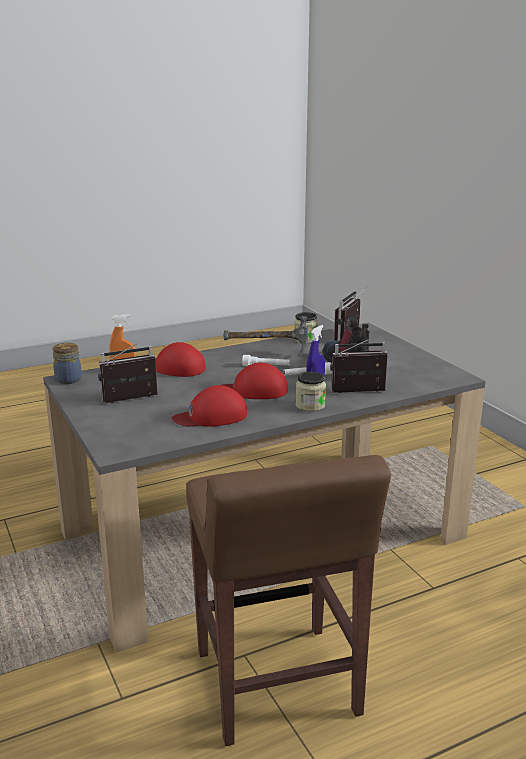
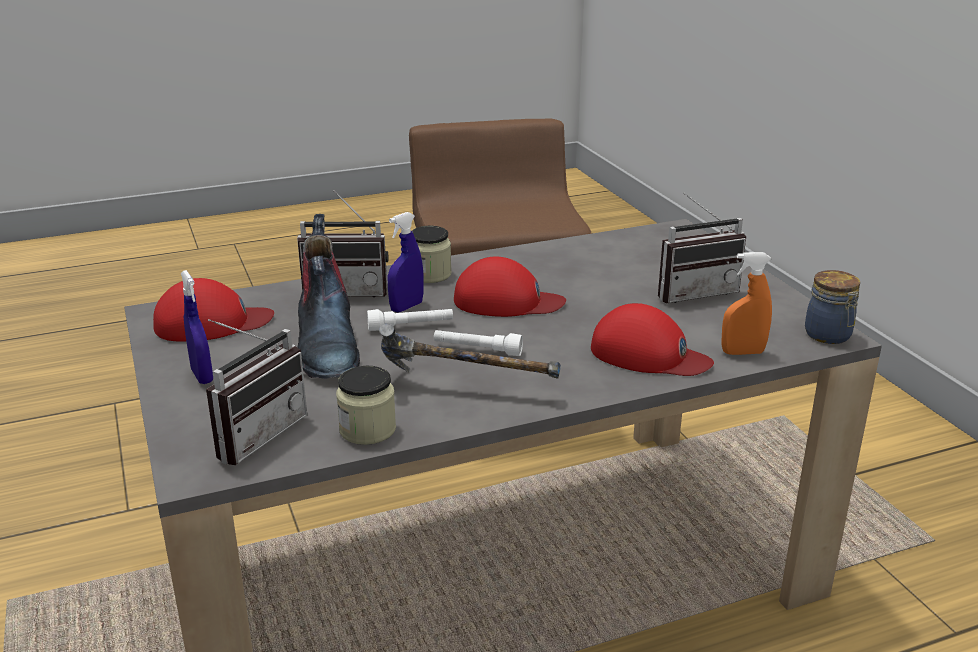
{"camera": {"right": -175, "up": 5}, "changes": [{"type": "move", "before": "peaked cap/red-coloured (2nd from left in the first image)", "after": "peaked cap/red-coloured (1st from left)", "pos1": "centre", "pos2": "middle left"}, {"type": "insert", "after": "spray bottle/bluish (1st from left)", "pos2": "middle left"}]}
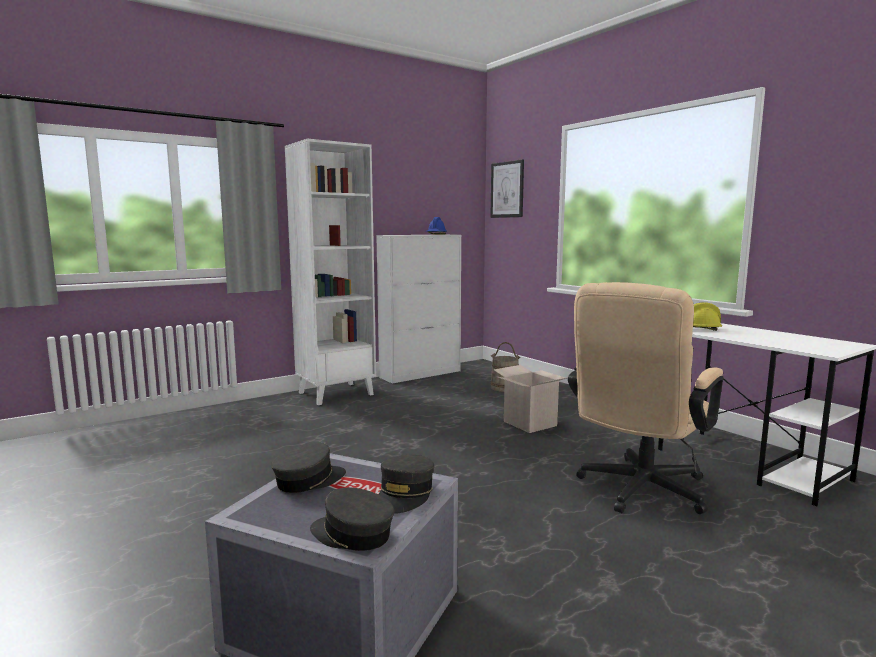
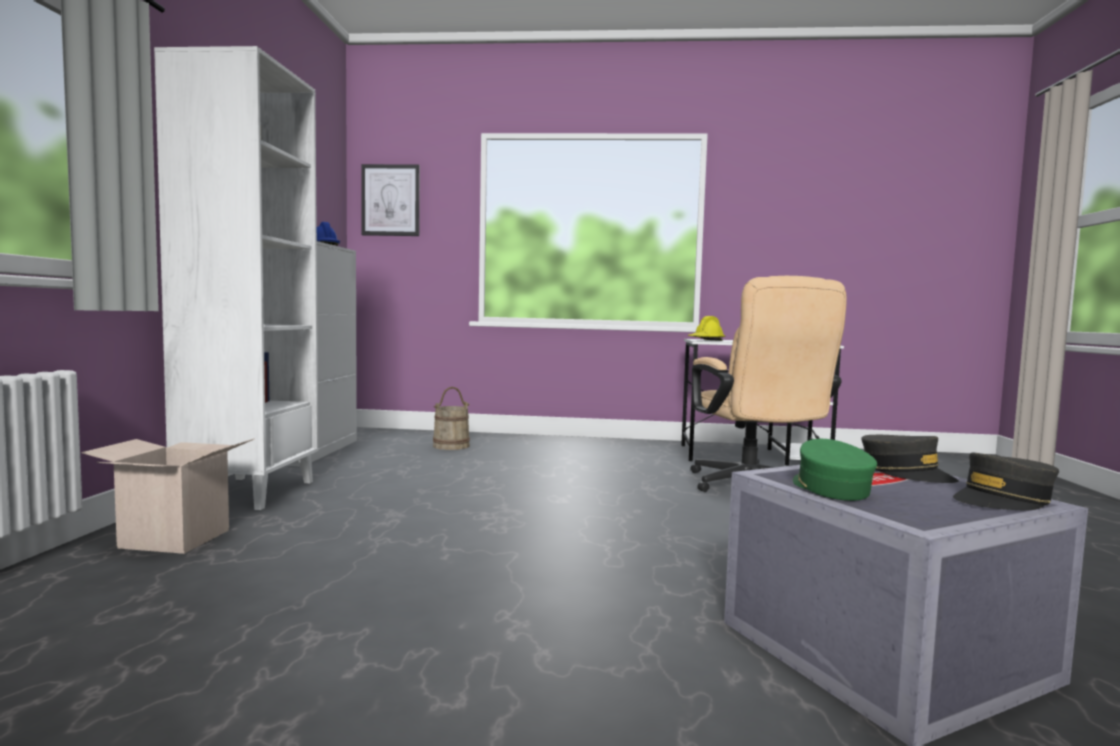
{"camera": {"right": -50, "up": -5}, "changes": [{"type": "recolor", "before": "peaked cap/gray (1st from left)", "after": "peaked cap/greenish", "pos1": "bottom centre", "pos2": "middle right"}, {"type": "move", "before": "packing box", "pos1": "centre", "pos2": "middle left"}]}
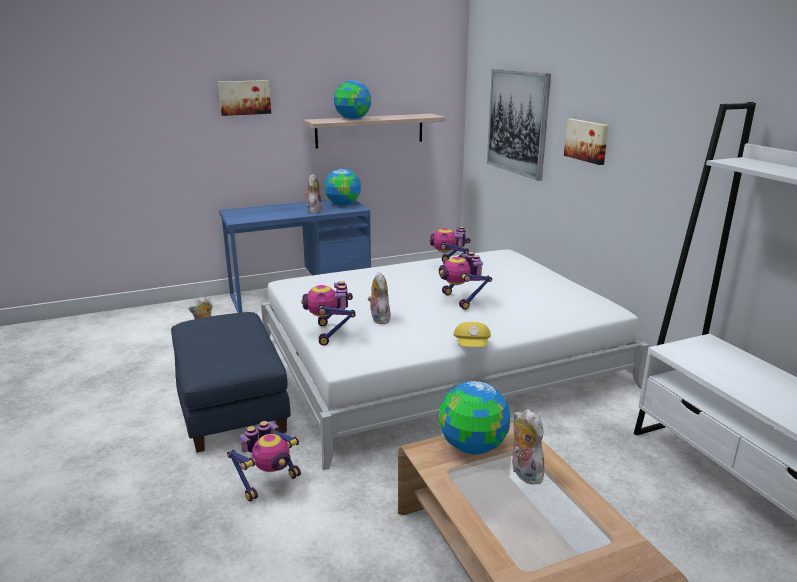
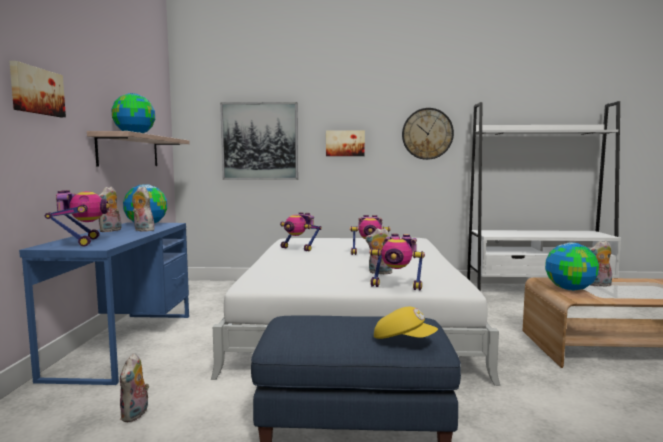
{"camera": {"right": -65, "up": -15}, "changes": [{"type": "move", "before": "toy robot (1st from left)", "pos1": "bottom left", "pos2": "middle left"}, {"type": "move", "before": "peaked cap/yellow-coloured", "pos1": "centre", "pos2": "bottom centre"}, {"type": "insert", "after": "plush toy (1st from left)", "pos2": "middle left"}, {"type": "insert", "after": "hanging clock", "pos2": "top centre"}]}
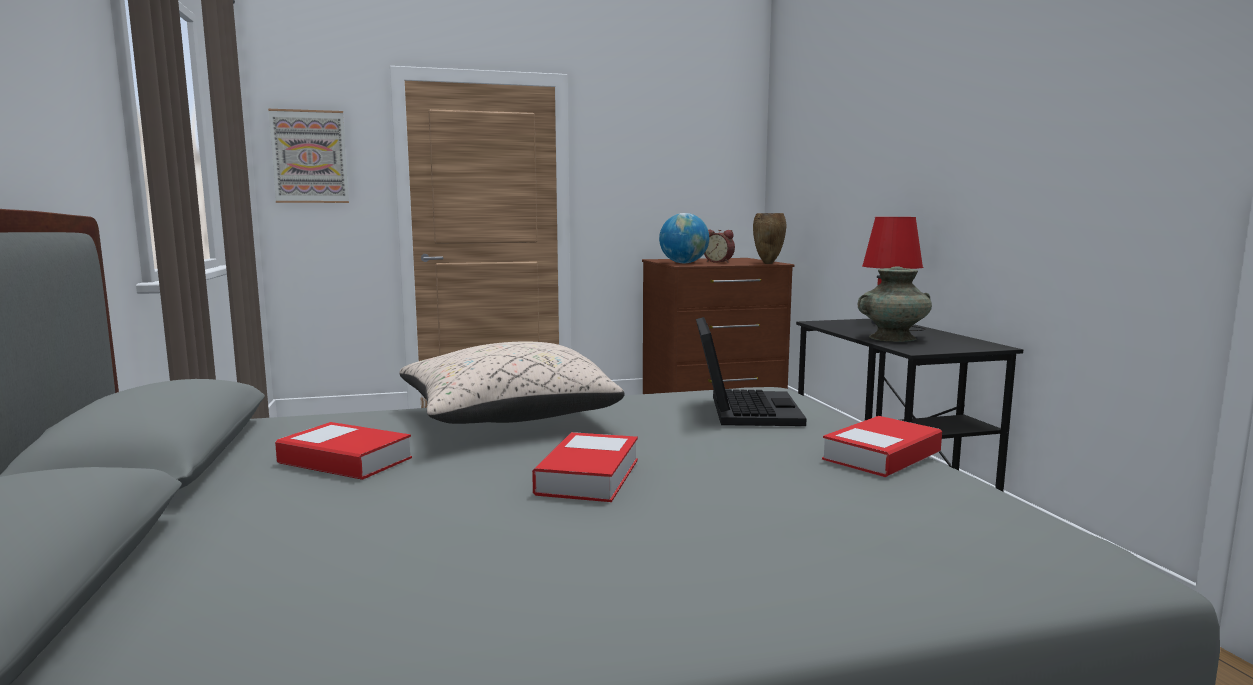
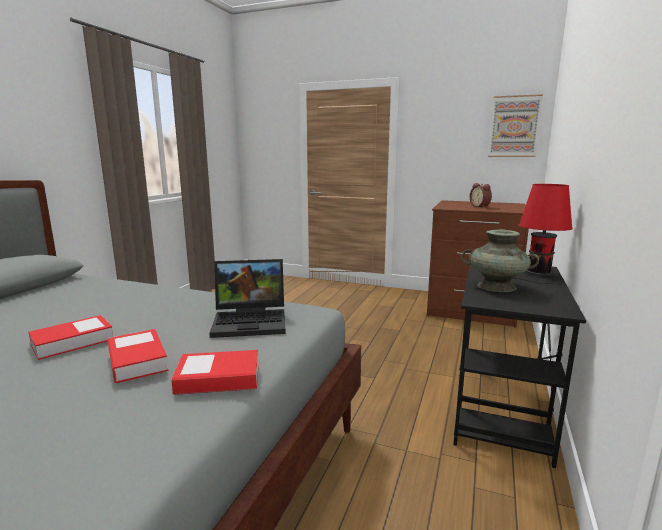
{"camera": {"right": 35, "up": 5}, "changes": [{"type": "move", "before": "wall picture", "pos1": "top left", "pos2": "top right"}, {"type": "move", "before": "book (1st from left in the first image)", "after": "book (2nd from left)", "pos1": "middle left", "pos2": "bottom left"}, {"type": "delete", "before": "pillow/beige", "pos1": "centre"}, {"type": "delete", "before": "globe", "pos1": "centre"}, {"type": "rotate", "before": "laptop", "pos1": "centre", "pos2": "centre", "turn": 45}, {"type": "delete", "before": "decorative vase/brown", "pos1": "centre"}]}
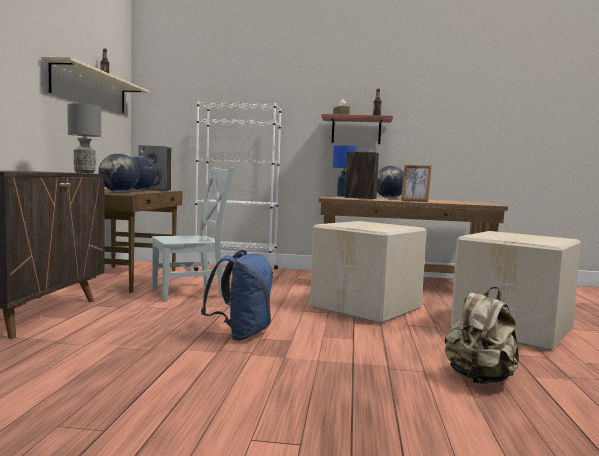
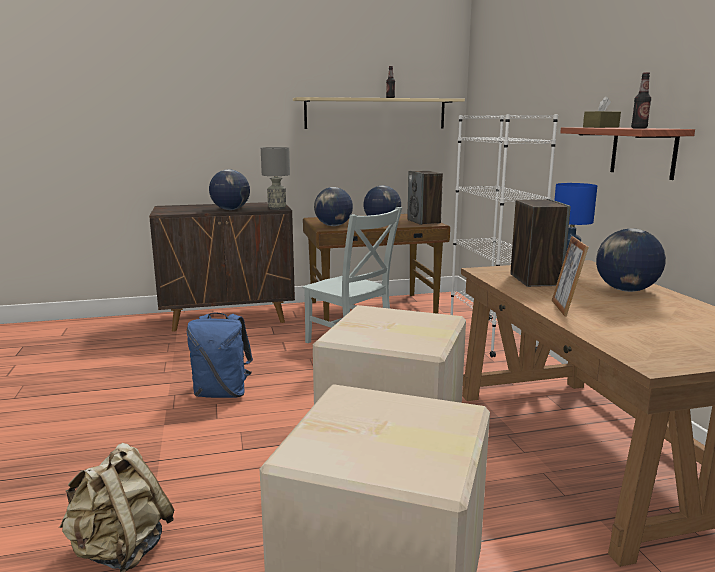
{"camera": {"right": 70, "up": 10}, "changes": [{"type": "insert", "after": "globe (1st from left)", "pos2": "top left"}]}
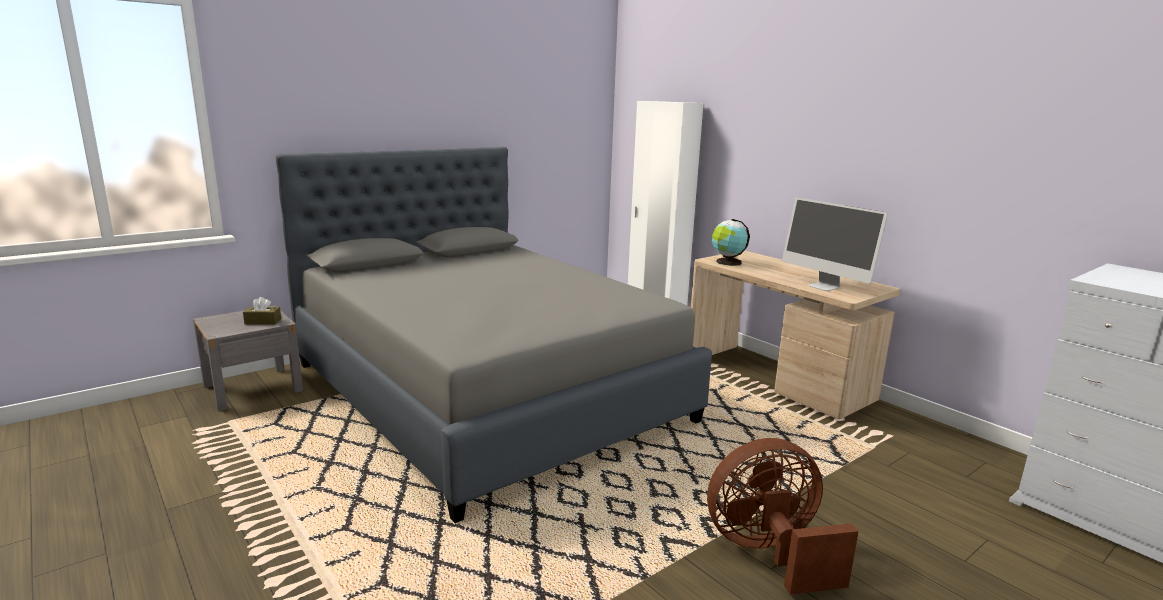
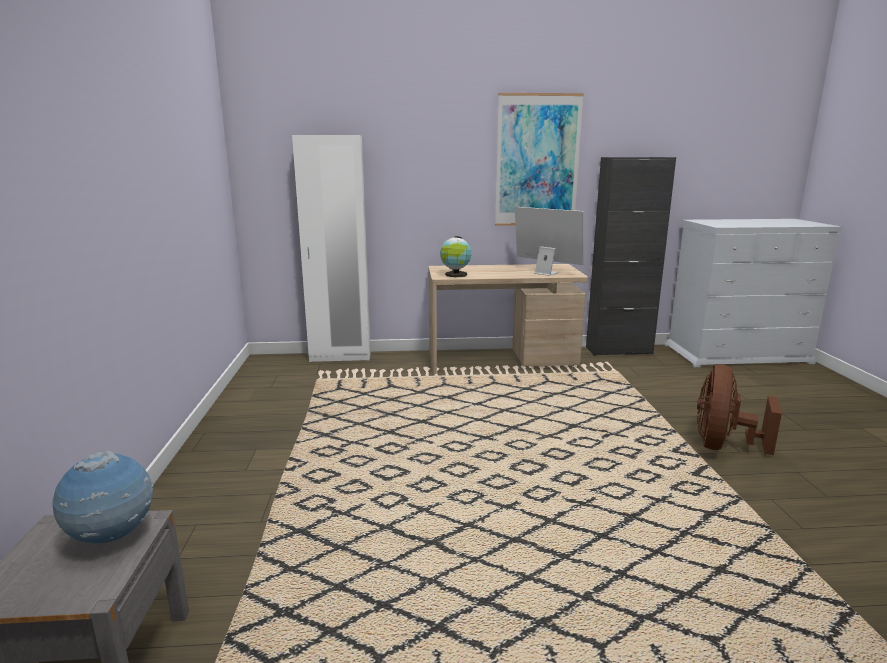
{"camera": {"right": -55, "up": 0}, "changes": [{"type": "replace", "before": "tissue holder/brown", "after": "globe (1st from left)", "pos1": "middle left", "pos2": "bottom left"}, {"type": "delete", "before": "bed/gray", "pos1": "centre"}, {"type": "rotate", "before": "computer screen", "pos1": "middle right", "pos2": "centre", "turn": -135}, {"type": "insert", "after": "wall picture", "pos2": "top centre"}, {"type": "insert", "after": "cabinet/black", "pos2": "middle right"}]}
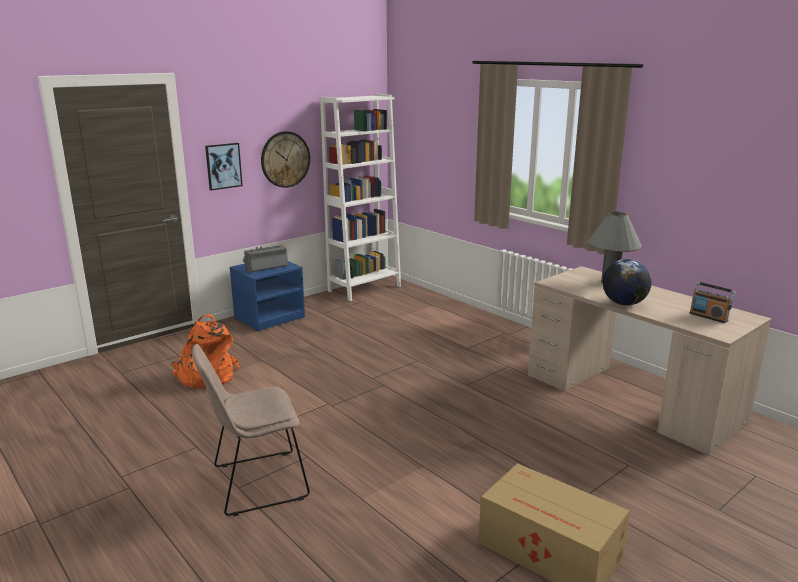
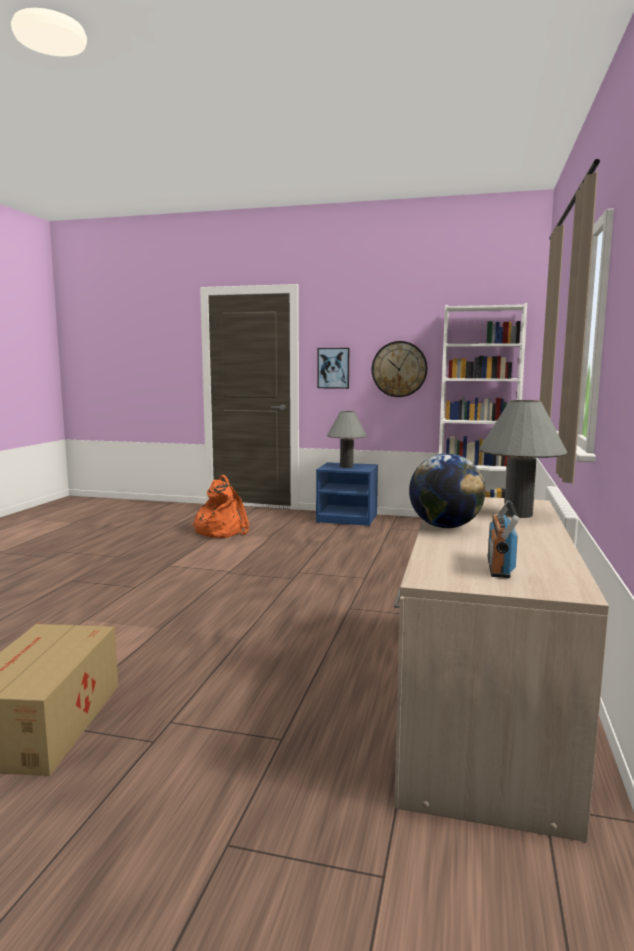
{"camera": {"right": 55, "up": -10}, "changes": [{"type": "delete", "before": "chair/beige", "pos1": "bottom left"}, {"type": "replace", "before": "radio (1st from left)", "after": "table lamp/gray (1st from left)", "pos1": "middle left", "pos2": "centre"}]}
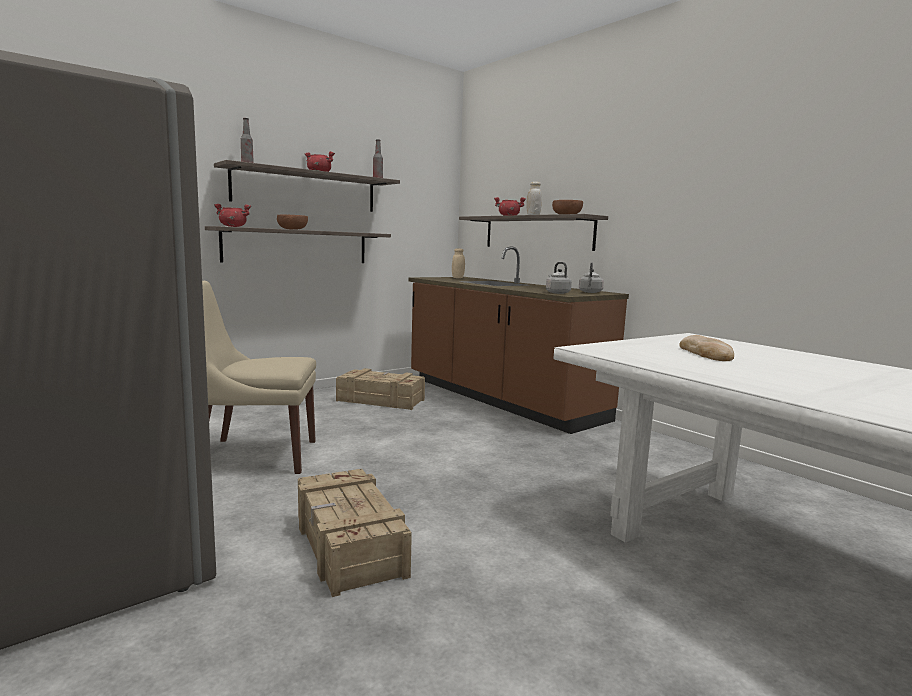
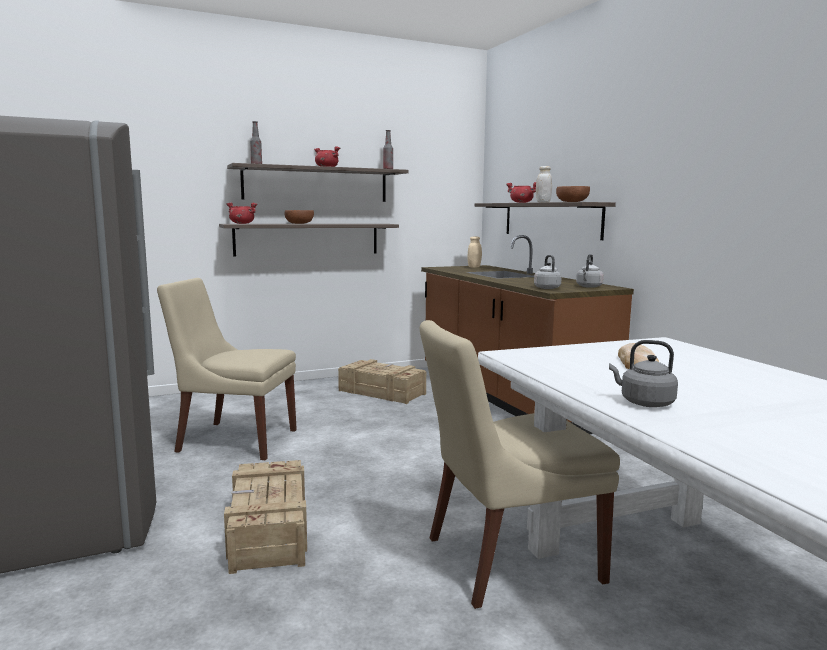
{"camera": {"right": 15, "up": 0}, "changes": [{"type": "insert", "after": "chair/beige (2nd from left)", "pos2": "bottom centre"}, {"type": "insert", "after": "kettle/gray (3rd from left)", "pos2": "middle right"}]}
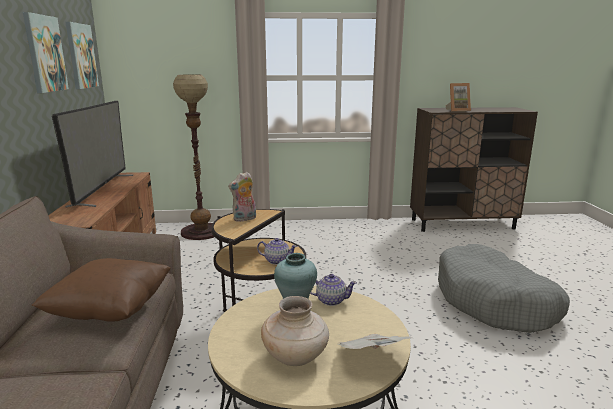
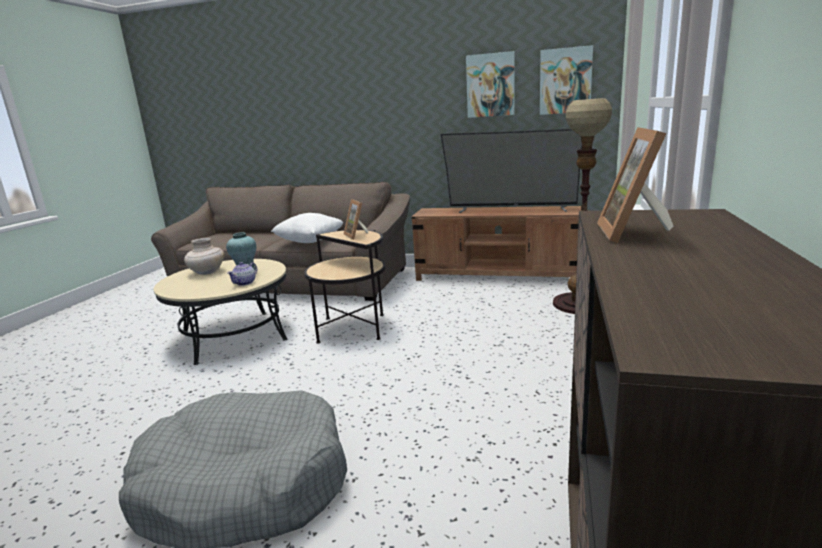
{"camera": {"right": 110, "up": 0}, "changes": [{"type": "recolor", "before": "pillow/brown", "after": "pillow/white-coloured", "pos1": "bottom left", "pos2": "centre"}, {"type": "replace", "before": "plush toy", "after": "picture frame (1st from left)", "pos1": "centre", "pos2": "centre"}, {"type": "delete", "before": "pot for tea (1st from left)", "pos1": "centre"}, {"type": "delete", "before": "daily paper", "pos1": "bottom centre"}]}
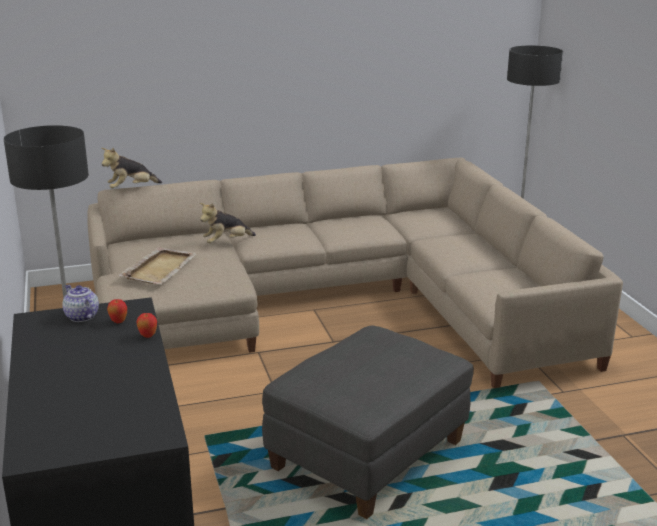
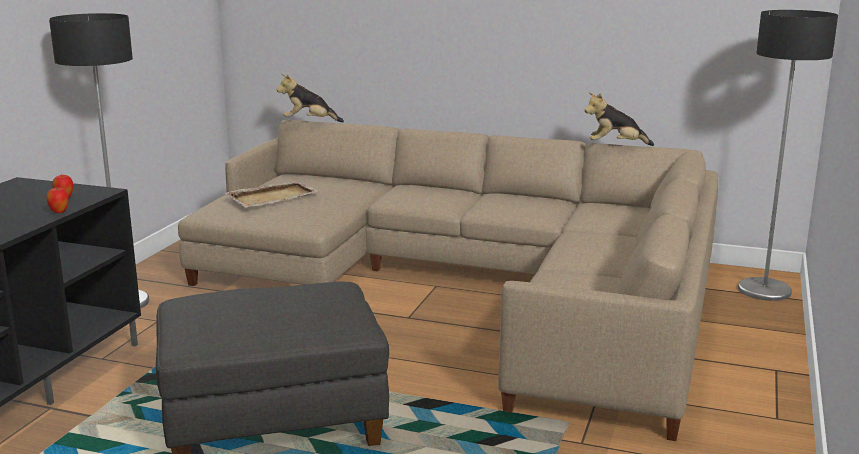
{"camera": {"right": 35, "up": -5}, "changes": [{"type": "delete", "before": "pot for tea", "pos1": "middle left"}, {"type": "move", "before": "plush toy (2nd from left)", "pos1": "centre", "pos2": "top right"}]}
